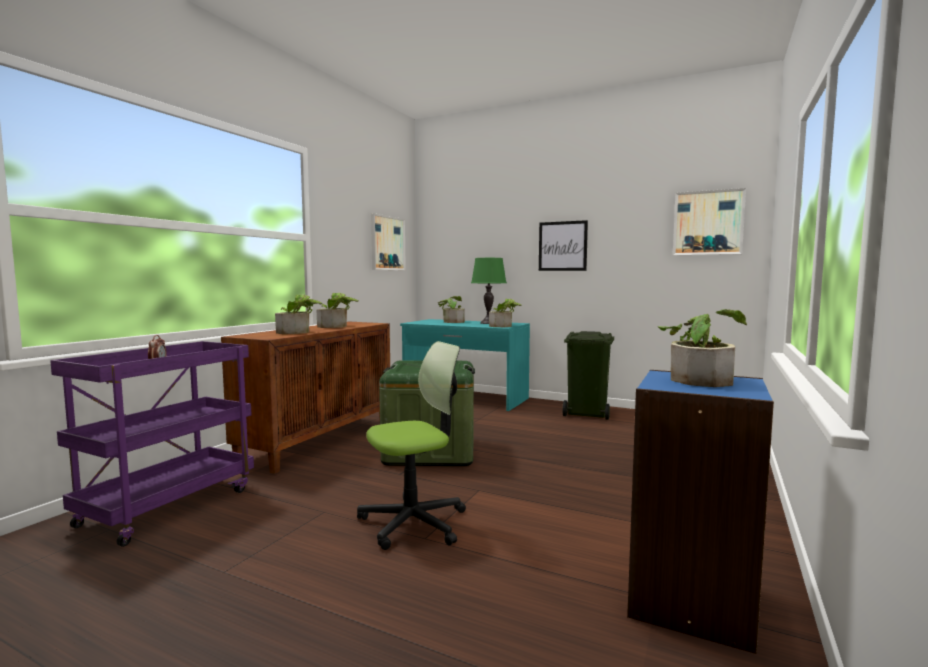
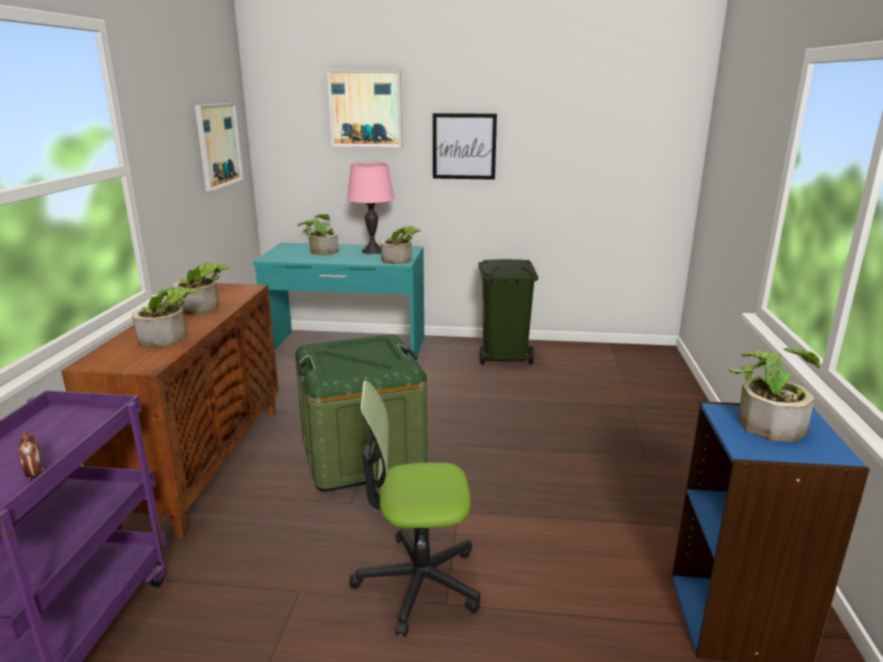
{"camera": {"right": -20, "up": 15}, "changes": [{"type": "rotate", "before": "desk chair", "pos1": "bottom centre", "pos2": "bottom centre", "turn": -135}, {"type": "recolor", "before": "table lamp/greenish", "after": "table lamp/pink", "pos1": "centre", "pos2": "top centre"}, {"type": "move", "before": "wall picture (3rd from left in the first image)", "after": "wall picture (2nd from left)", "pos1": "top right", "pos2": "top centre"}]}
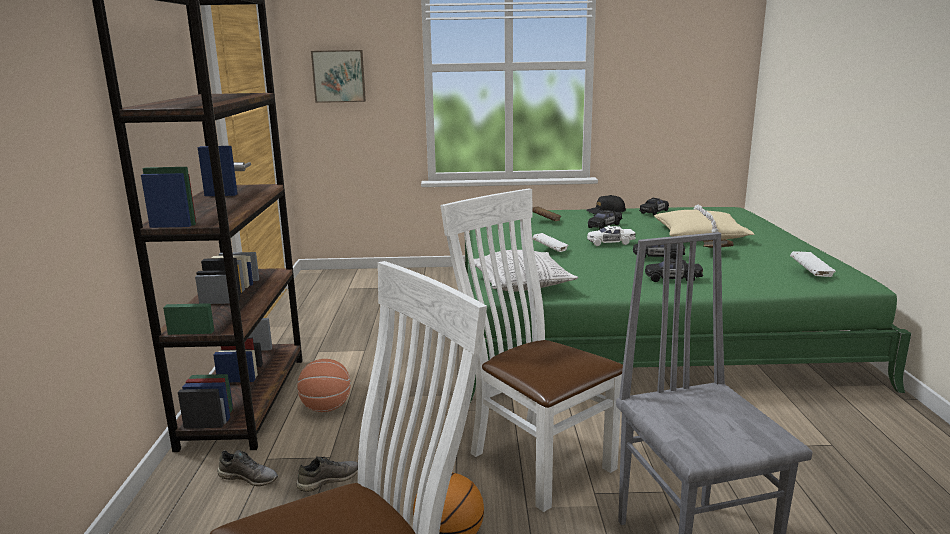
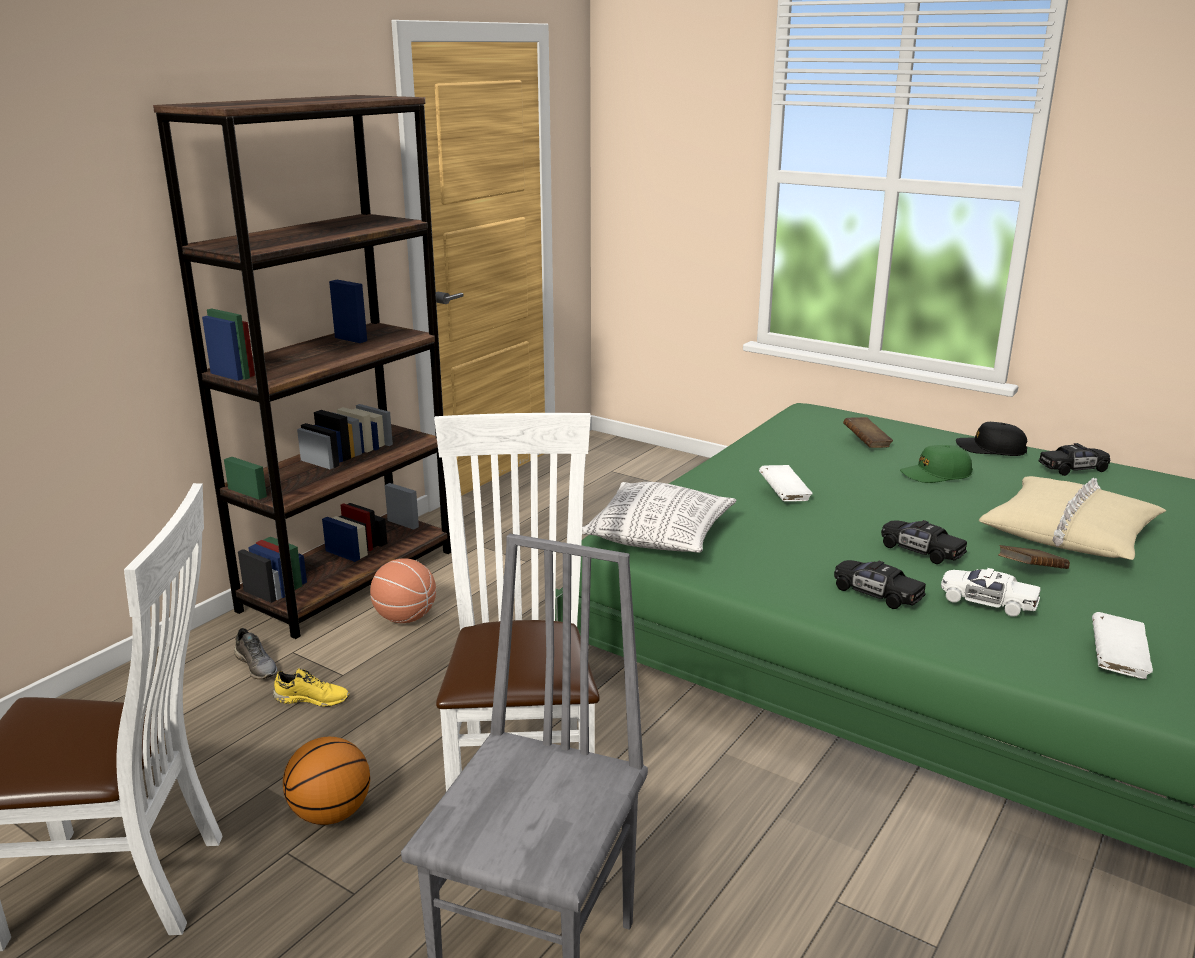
{"camera": {"right": 35, "up": 5}, "changes": [{"type": "recolor", "before": "item of footwear/gray (2nd from left)", "after": "item of footwear/yellow-coloured", "pos1": "bottom centre", "pos2": "bottom left"}, {"type": "delete", "before": "wall picture", "pos1": "top centre"}, {"type": "move", "before": "model car/white-coloured", "pos1": "centre", "pos2": "middle right"}, {"type": "replace", "before": "model car/black (1st from left)", "after": "peaked cap/greenish", "pos1": "centre", "pos2": "middle right"}]}
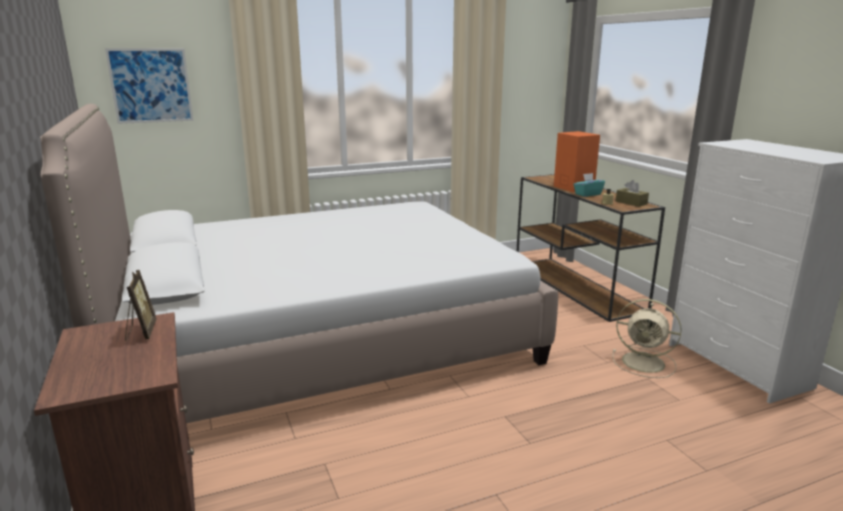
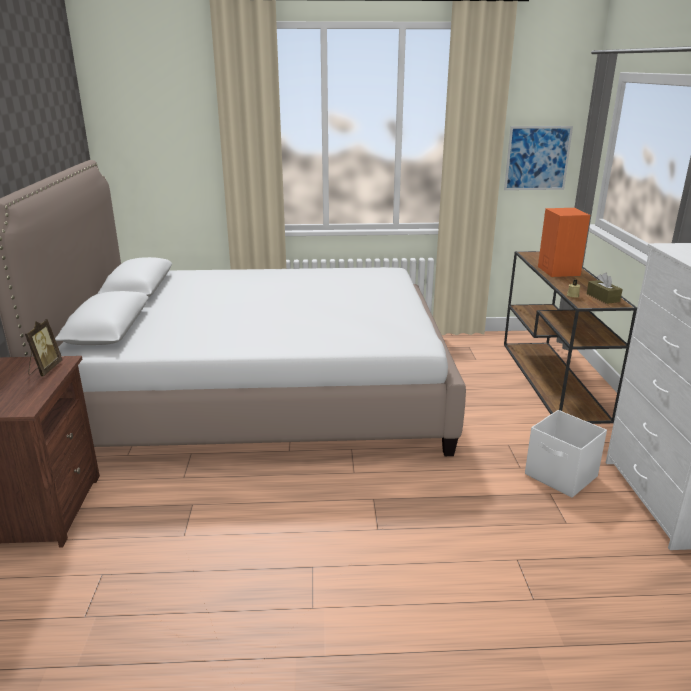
{"camera": {"right": 20, "up": 5}, "changes": [{"type": "move", "before": "wall picture", "pos1": "top left", "pos2": "top right"}, {"type": "delete", "before": "tissue holder/turquoise-coloured", "pos1": "middle right"}, {"type": "replace", "before": "fan/beige", "after": "storage container/white-coloured", "pos1": "middle right", "pos2": "middle right"}]}
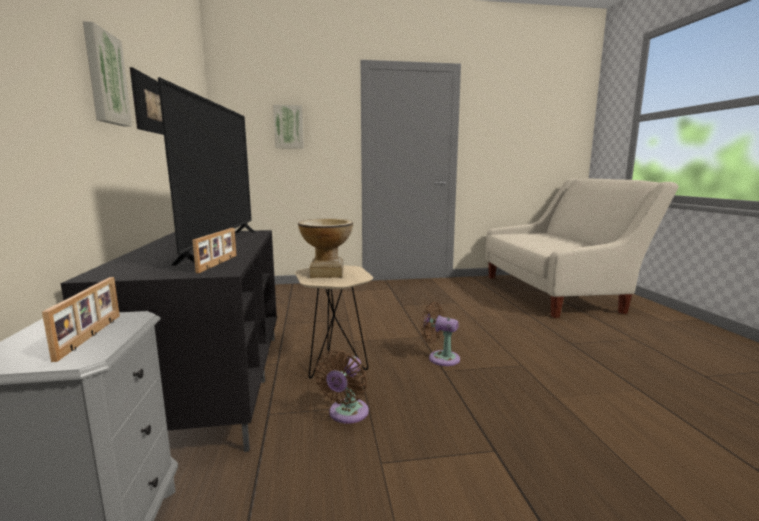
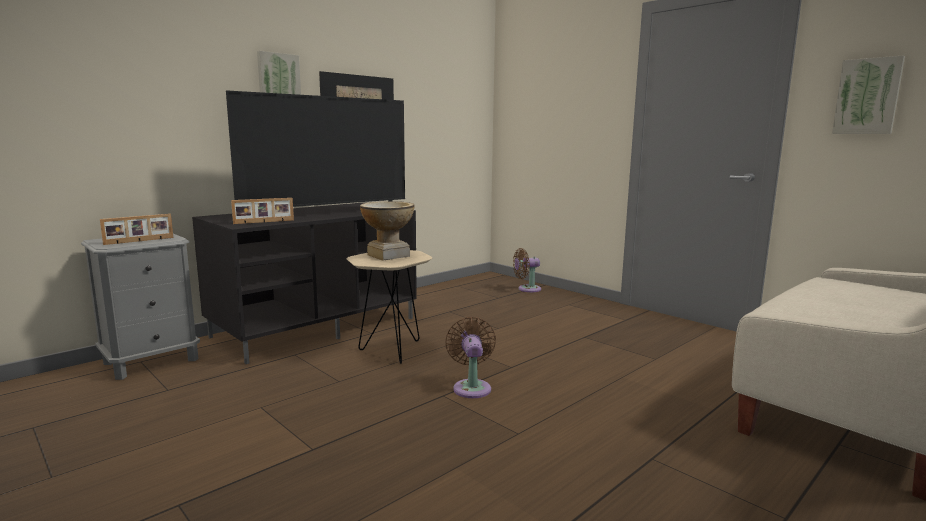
{"camera": {"right": 55, "up": 0}, "changes": [{"type": "move", "before": "wall picture (3rd from left)", "pos1": "top centre", "pos2": "top right"}, {"type": "move", "before": "fan/brown (1st from left in the first image)", "after": "fan/brown (2nd from left)", "pos1": "bottom centre", "pos2": "centre"}]}
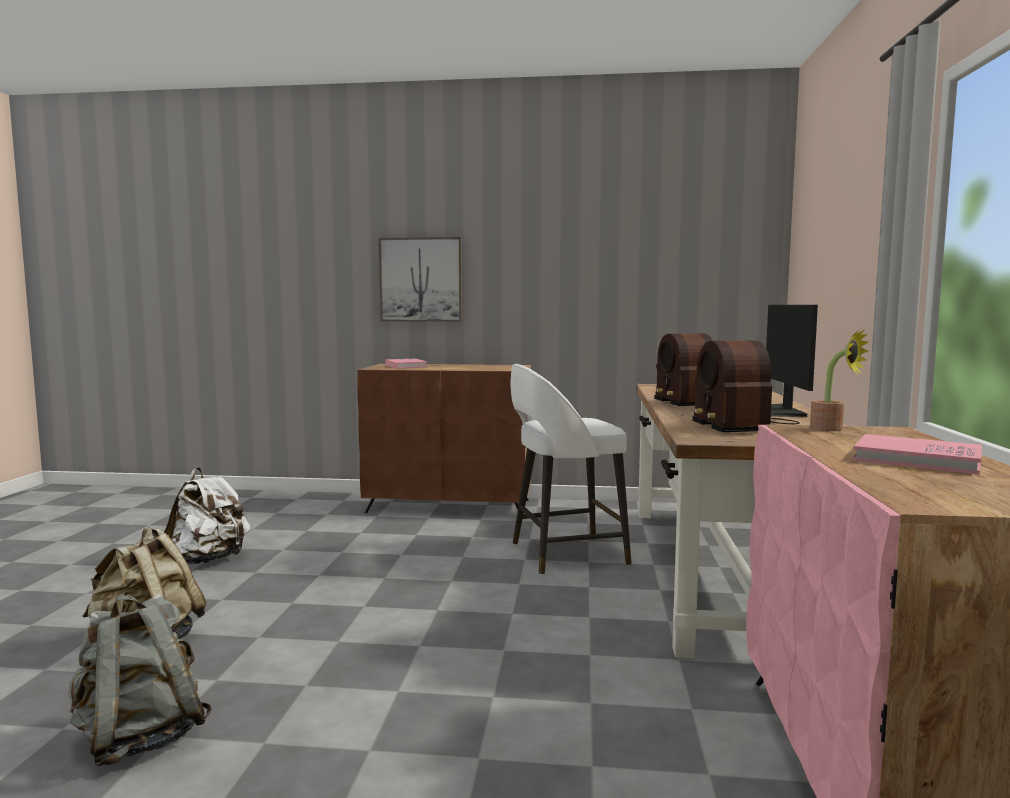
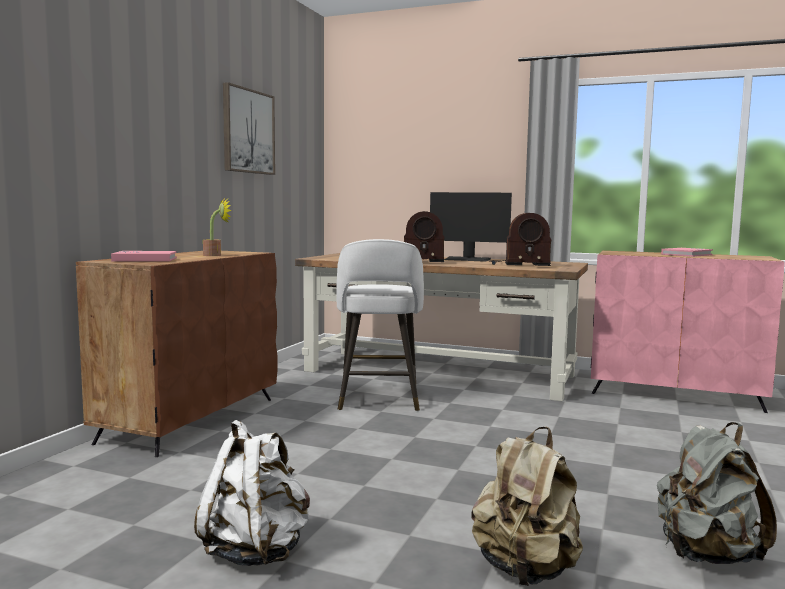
{"camera": {"right": -75, "up": 0}, "changes": [{"type": "move", "before": "wall picture", "pos1": "centre", "pos2": "top left"}, {"type": "move", "before": "houseplant", "pos1": "middle right", "pos2": "middle left"}]}
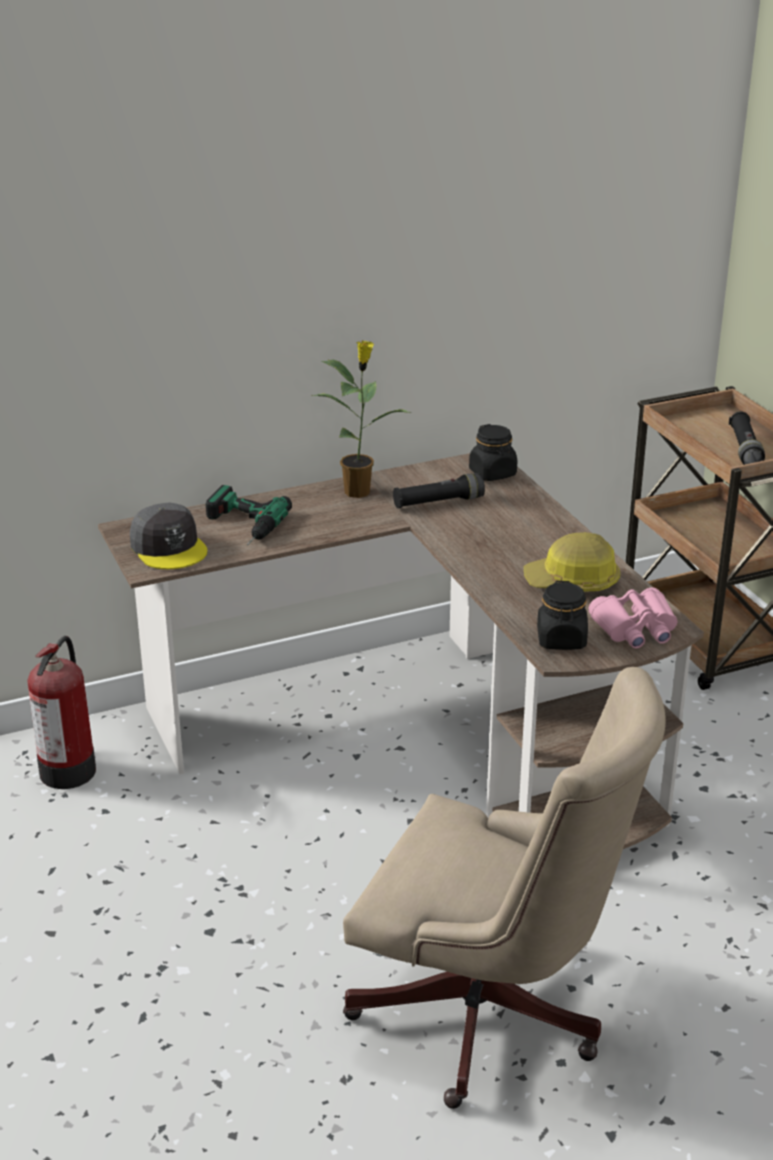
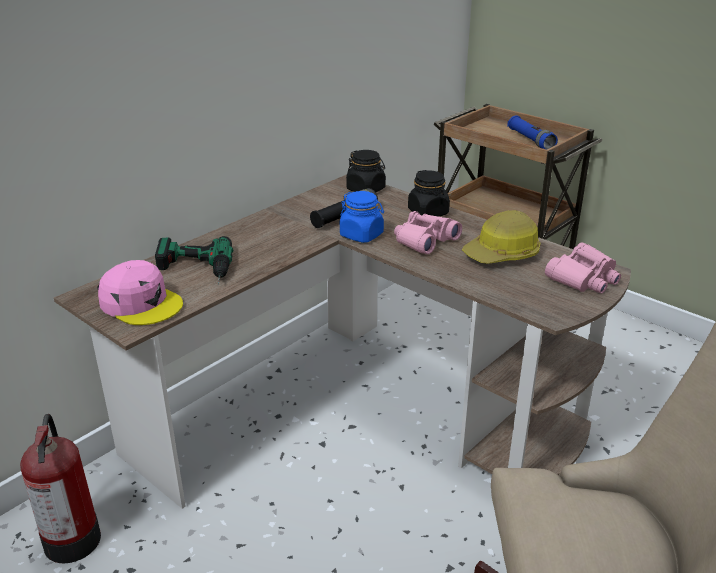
{"camera": {"right": -25, "up": 0}, "changes": [{"type": "recolor", "before": "peaked cap/gray", "after": "peaked cap/pink", "pos1": "middle left", "pos2": "middle left"}, {"type": "delete", "before": "houseplant", "pos1": "centre"}, {"type": "move", "before": "jar/black (2nd from left)", "pos1": "middle right", "pos2": "centre"}, {"type": "recolor", "before": "flashlight/black (2nd from left)", "after": "flashlight/bluish", "pos1": "middle right", "pos2": "top right"}, {"type": "insert", "after": "jar/bluish", "pos2": "centre"}, {"type": "insert", "after": "field glasses/pink (1st from left)", "pos2": "centre"}]}
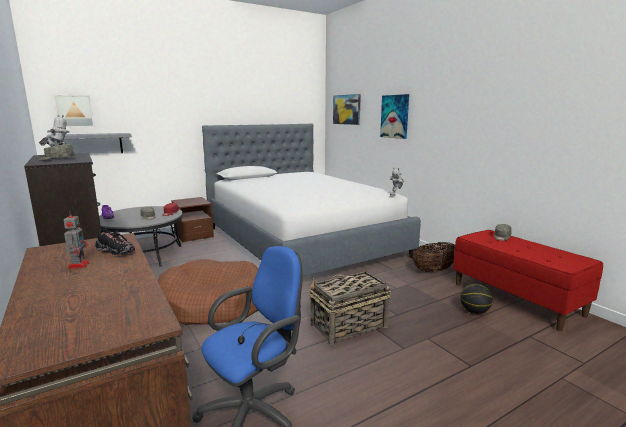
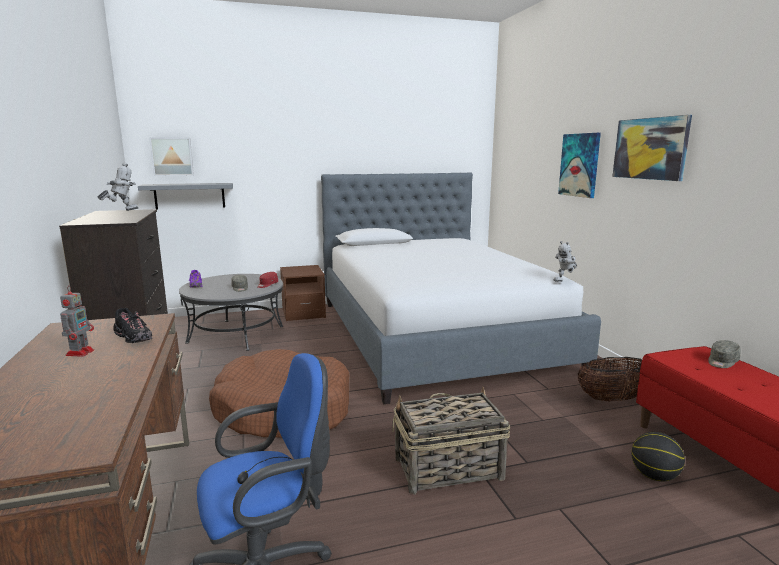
{"camera": {"right": 15, "up": 0}, "changes": [{"type": "delete", "before": "peaked cap/gray (1st from left)", "pos1": "middle left"}, {"type": "move", "before": "wall picture (2nd from left in the first image)", "after": "wall picture (3rd from left)", "pos1": "top centre", "pos2": "top right"}]}
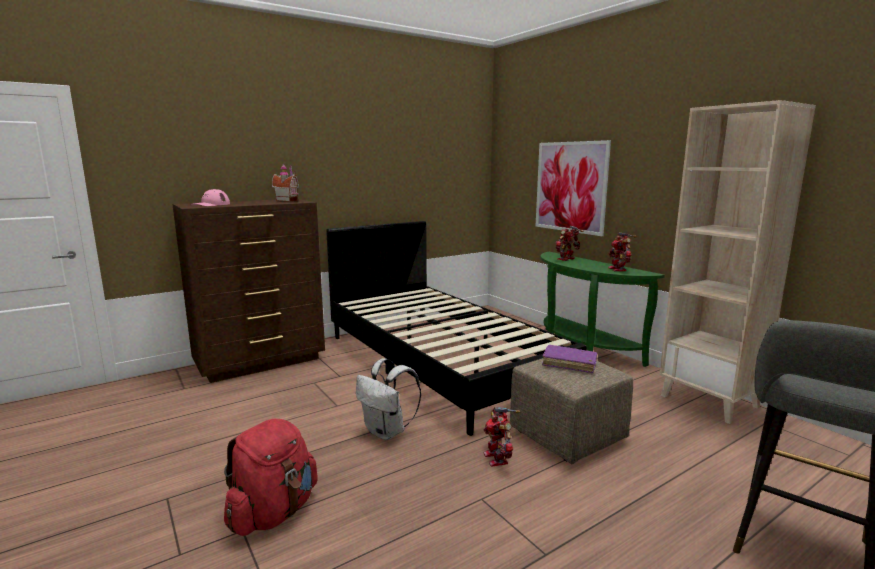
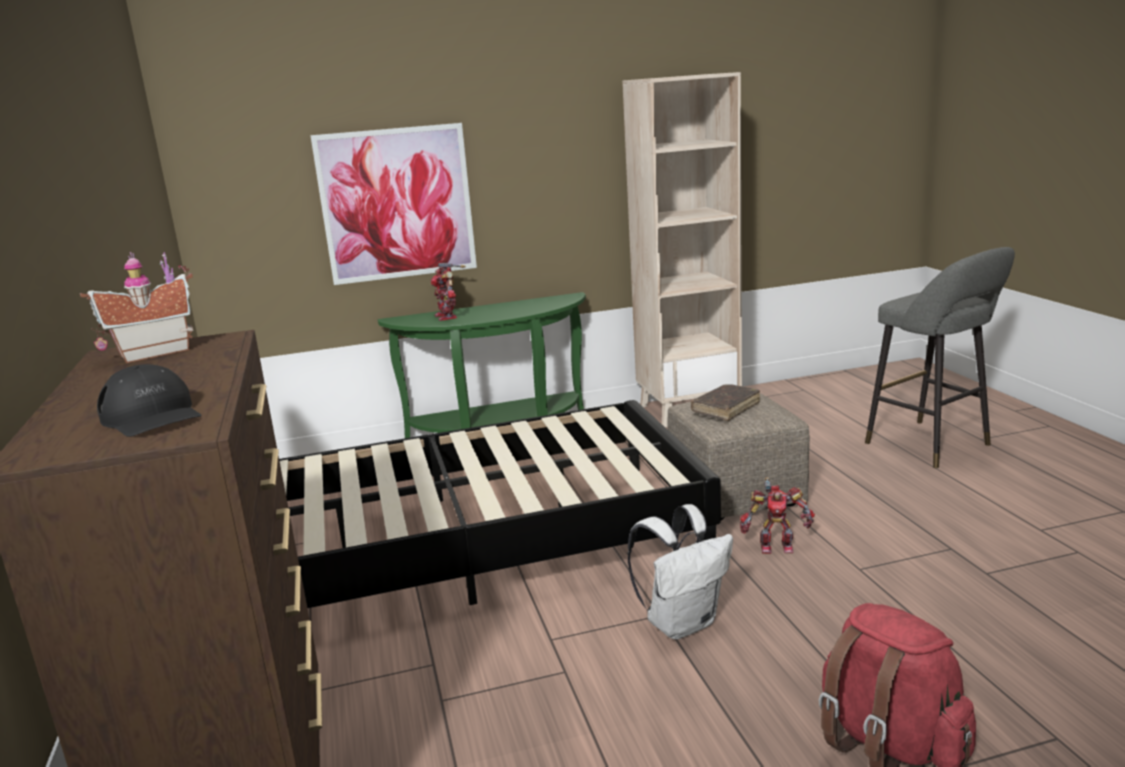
{"camera": {"right": -70, "up": 5}, "changes": [{"type": "recolor", "before": "peaked cap/pink", "after": "peaked cap/black", "pos1": "middle left", "pos2": "middle left"}, {"type": "recolor", "before": "book/purple-coloured", "after": "book/brown", "pos1": "centre", "pos2": "centre"}, {"type": "delete", "before": "toy robot (3rd from left)", "pos1": "middle right"}]}
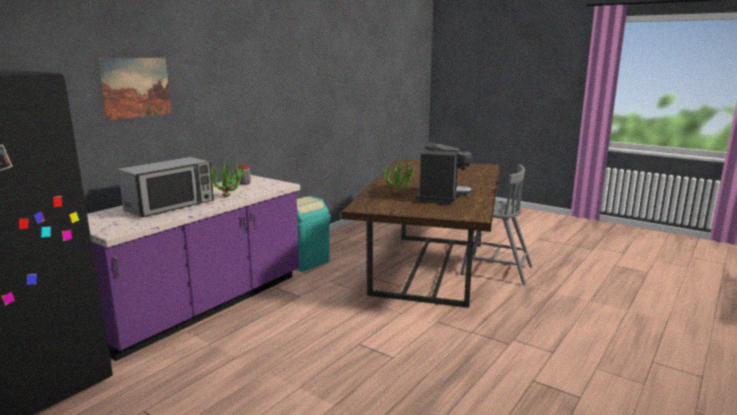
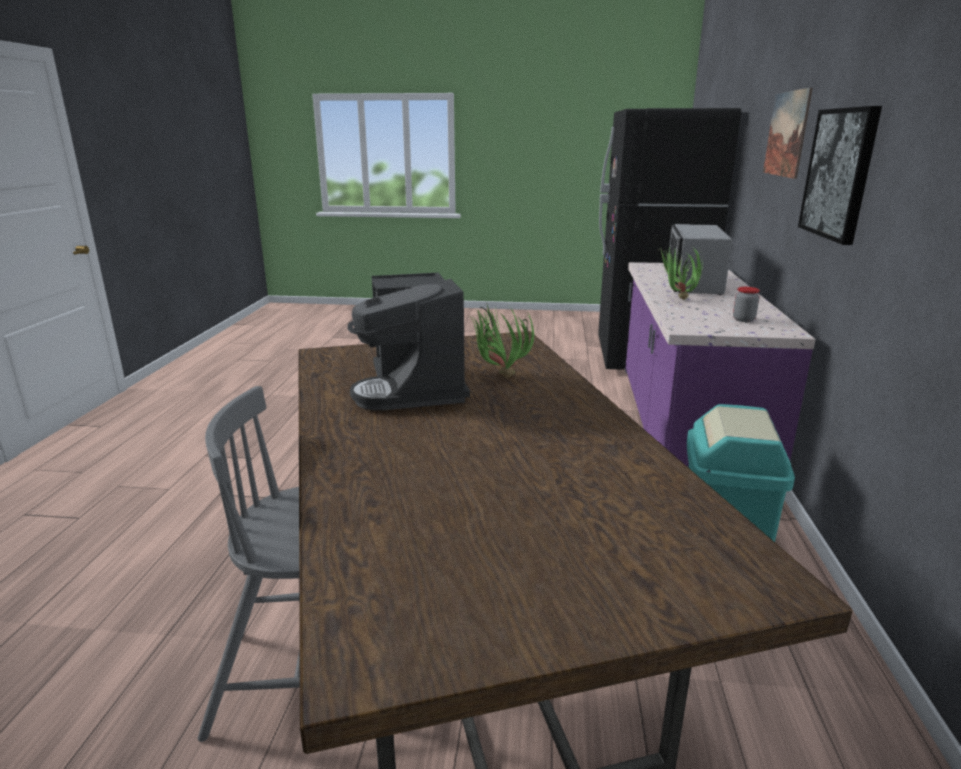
{"camera": {"right": 150, "up": 5}, "changes": [{"type": "insert", "after": "wall picture (2nd from left)", "pos2": "top right"}]}
